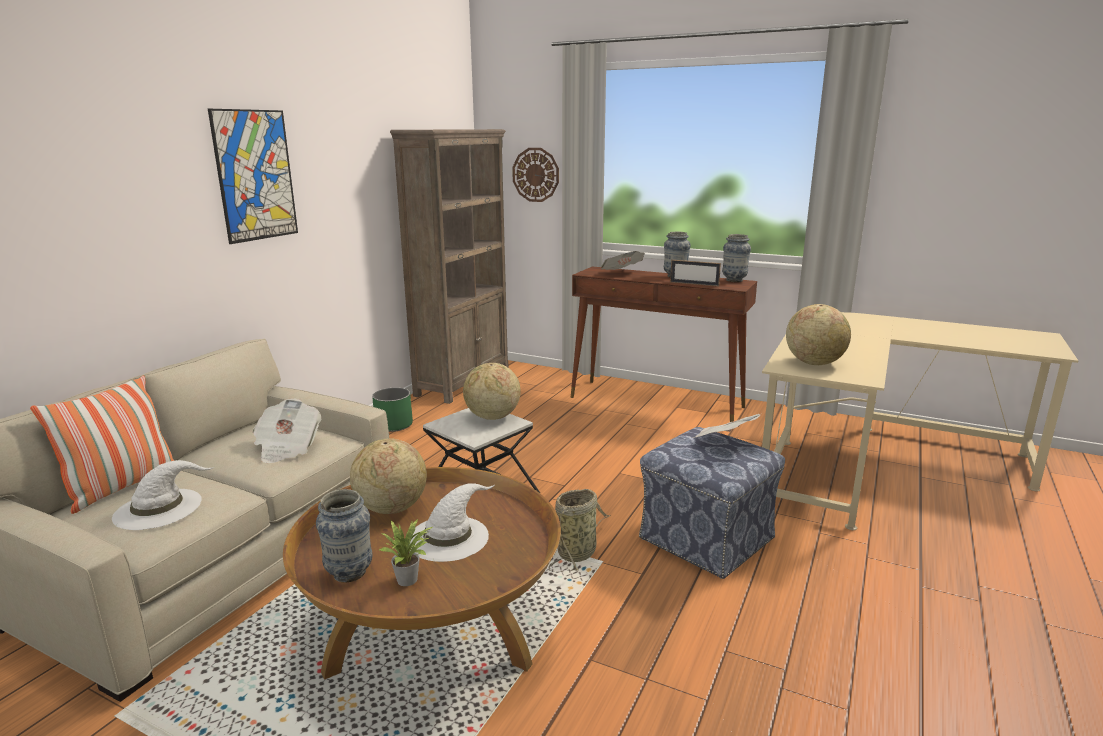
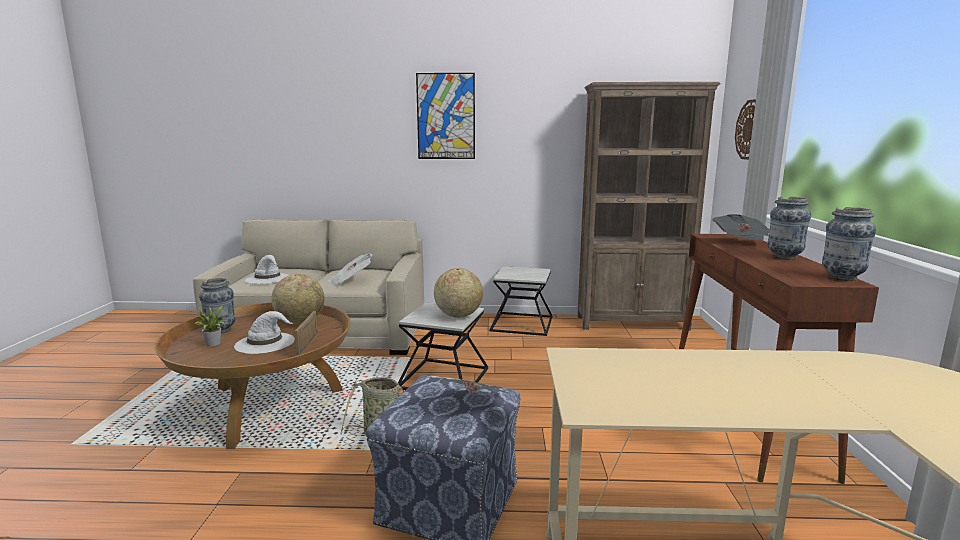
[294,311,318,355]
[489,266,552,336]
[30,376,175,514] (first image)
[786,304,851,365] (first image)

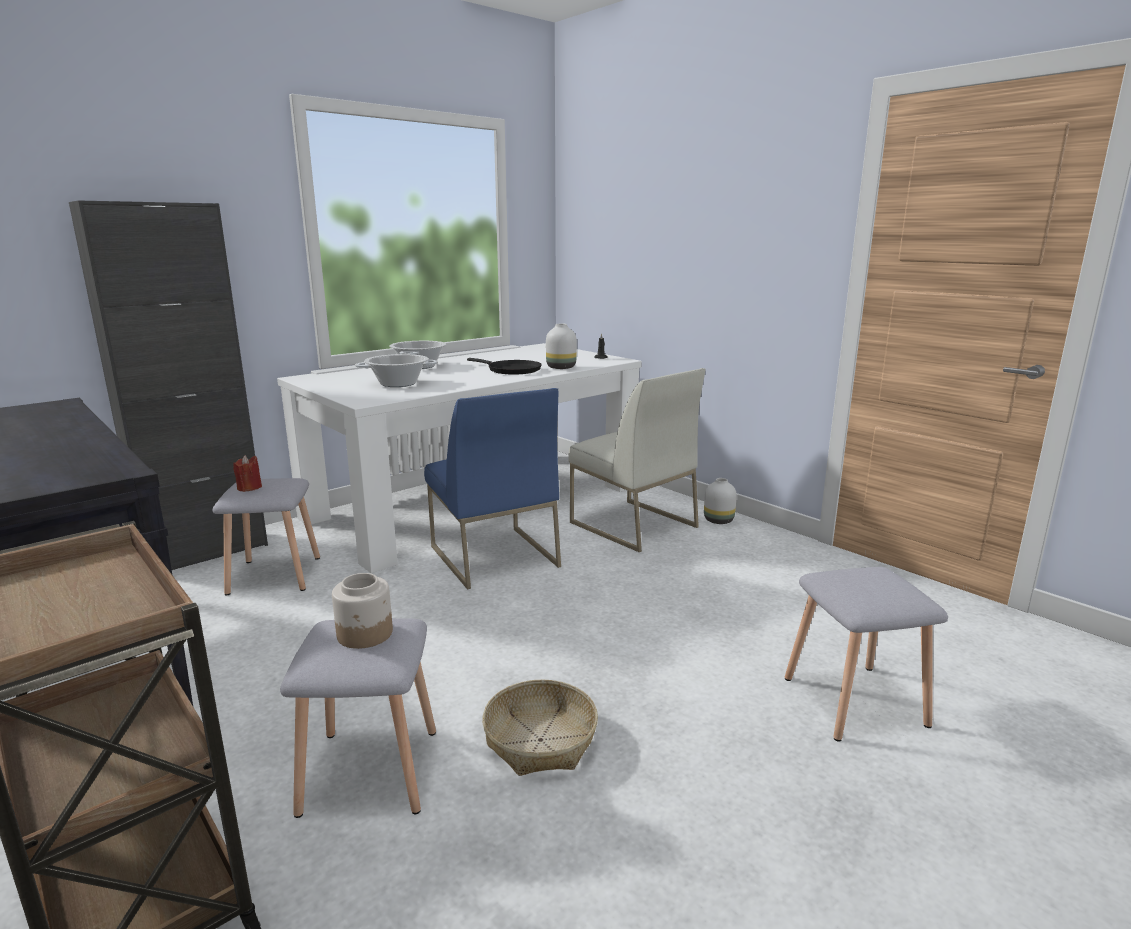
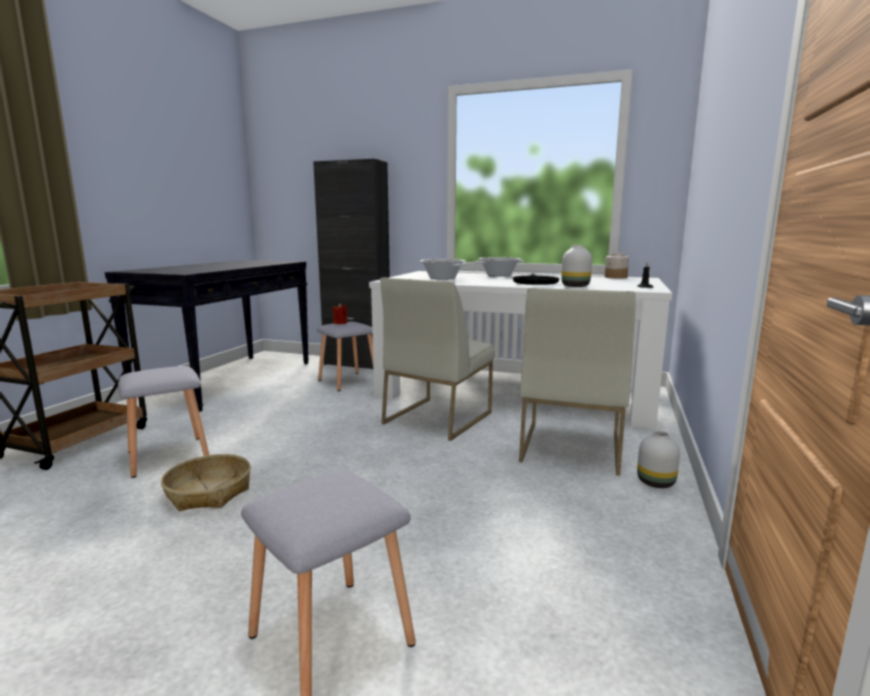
[380,277,495,441]
[604,253,629,279]

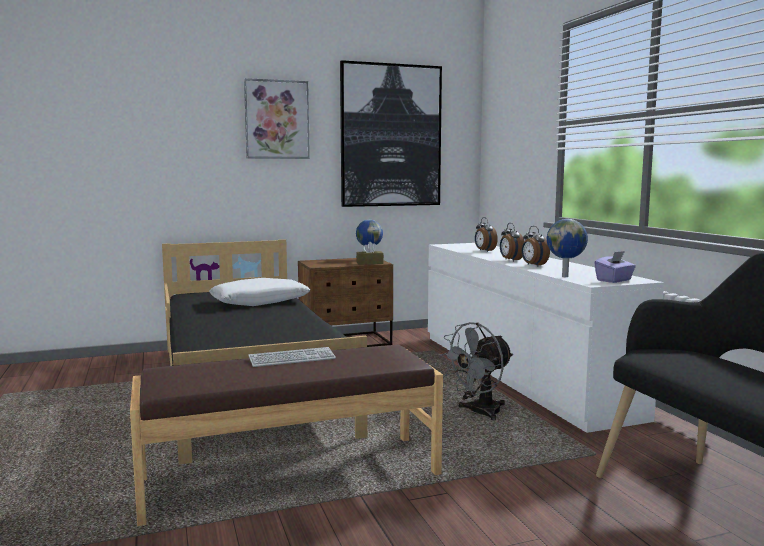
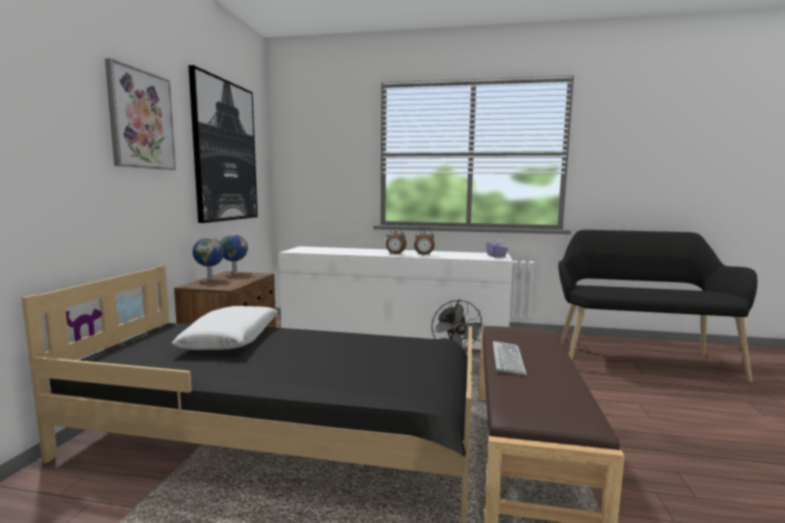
[193,237,224,280]
[356,242,384,265] (first image)
[475,217,498,252] (first image)

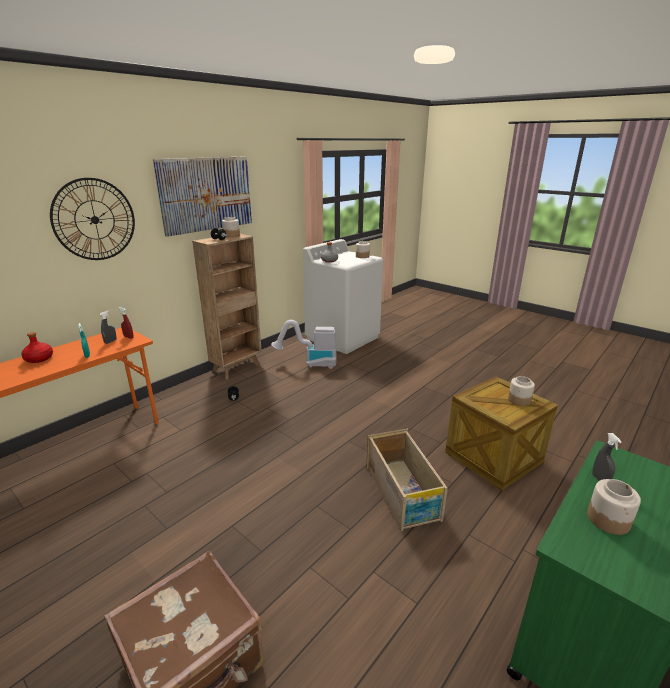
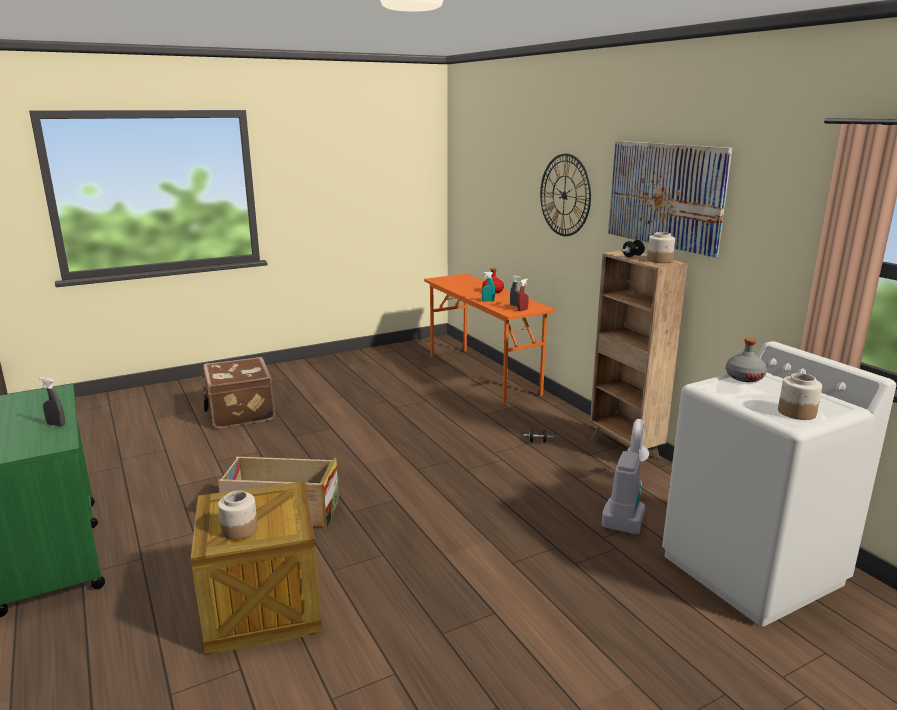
[587,479,641,535] (first image)

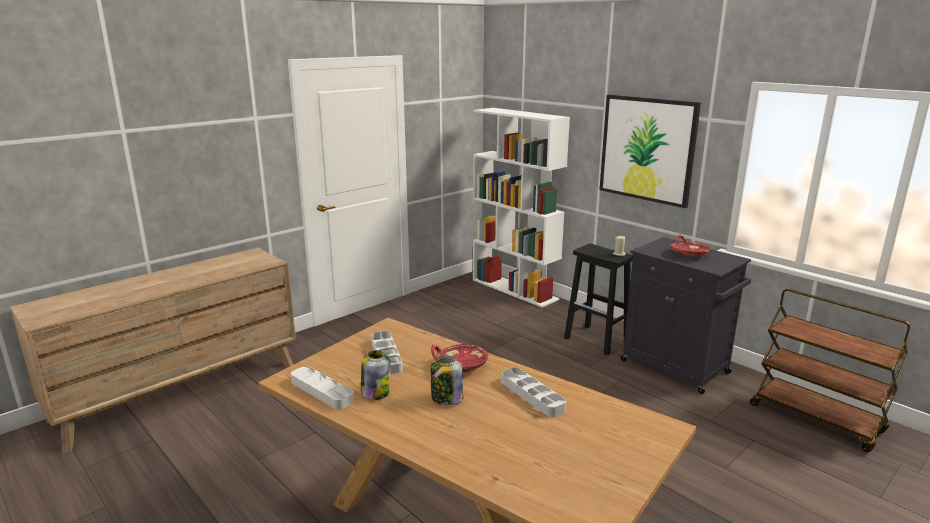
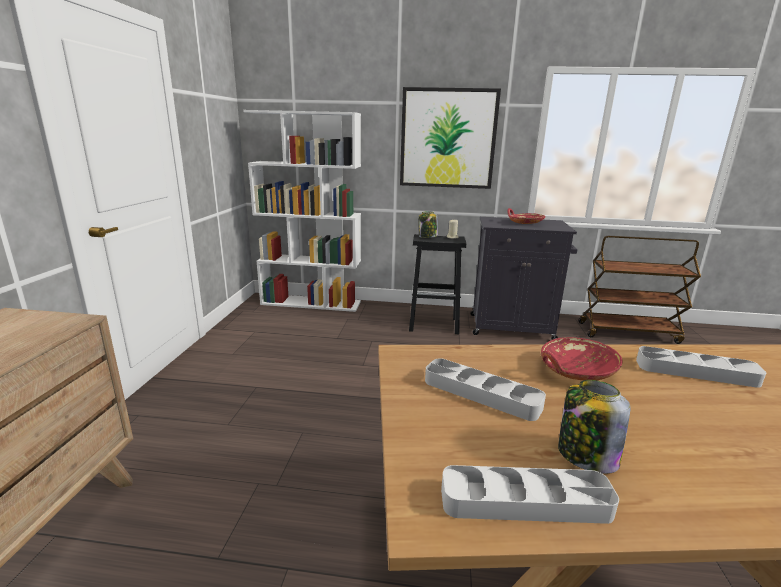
[419,211,438,238]

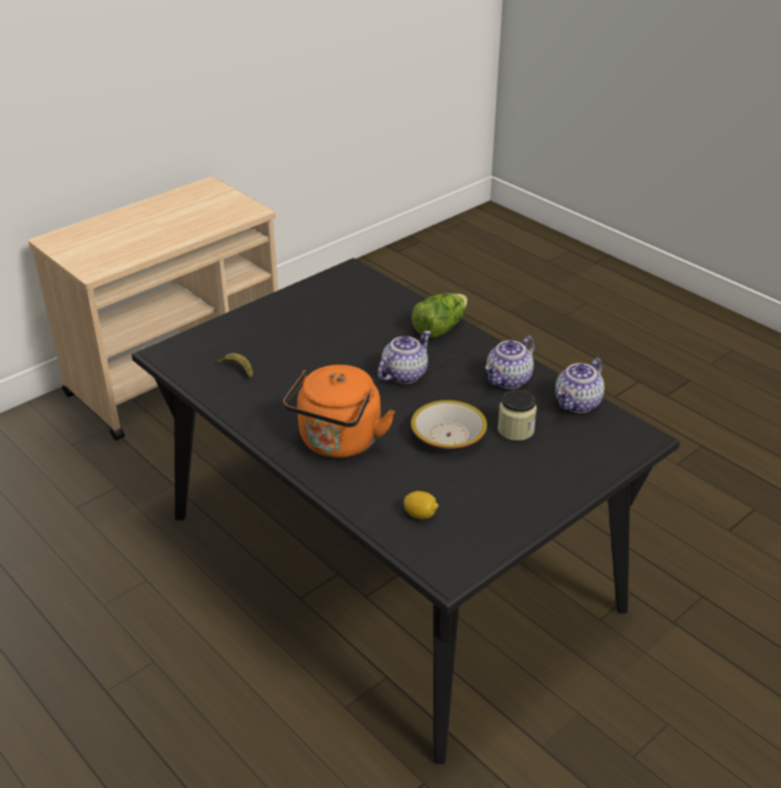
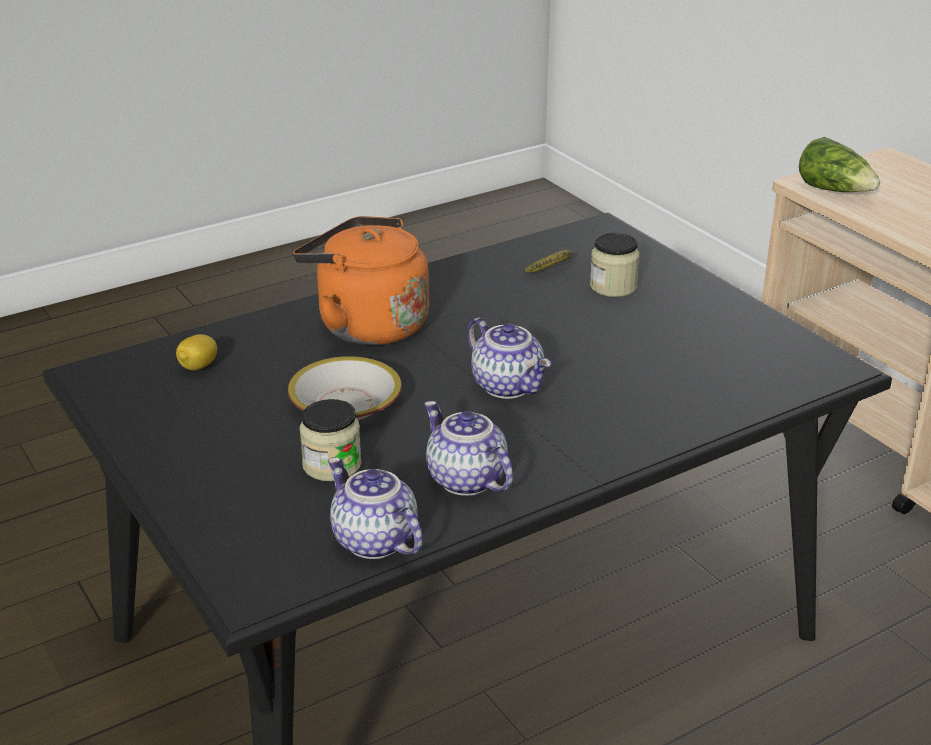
[590,233,639,297]
[799,137,880,192]

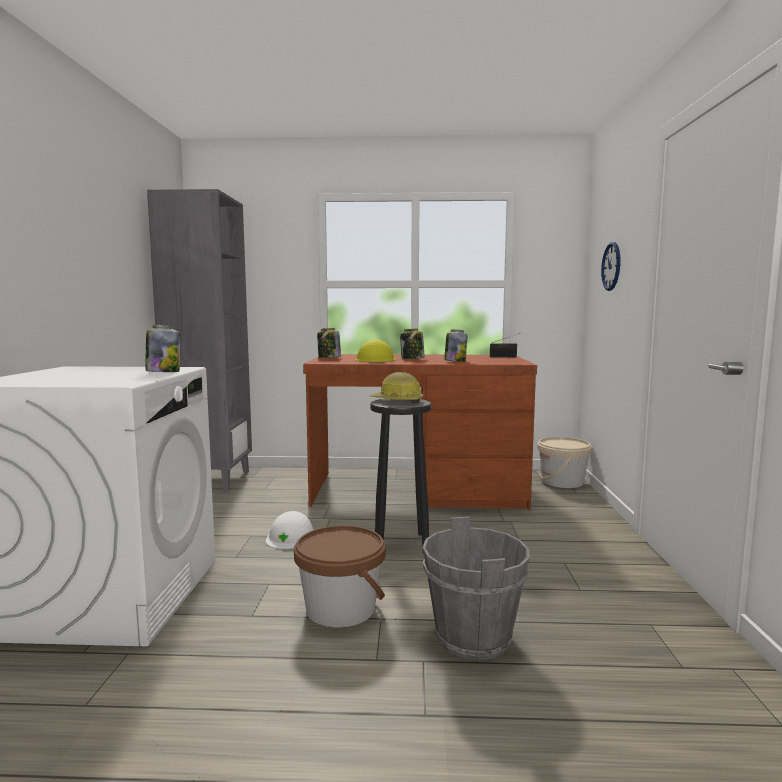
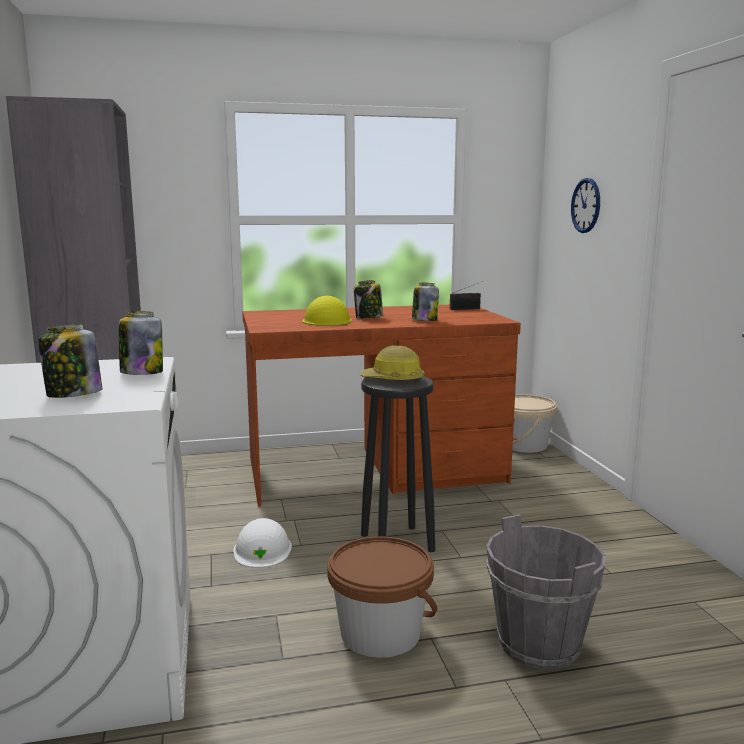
[38,324,102,398]

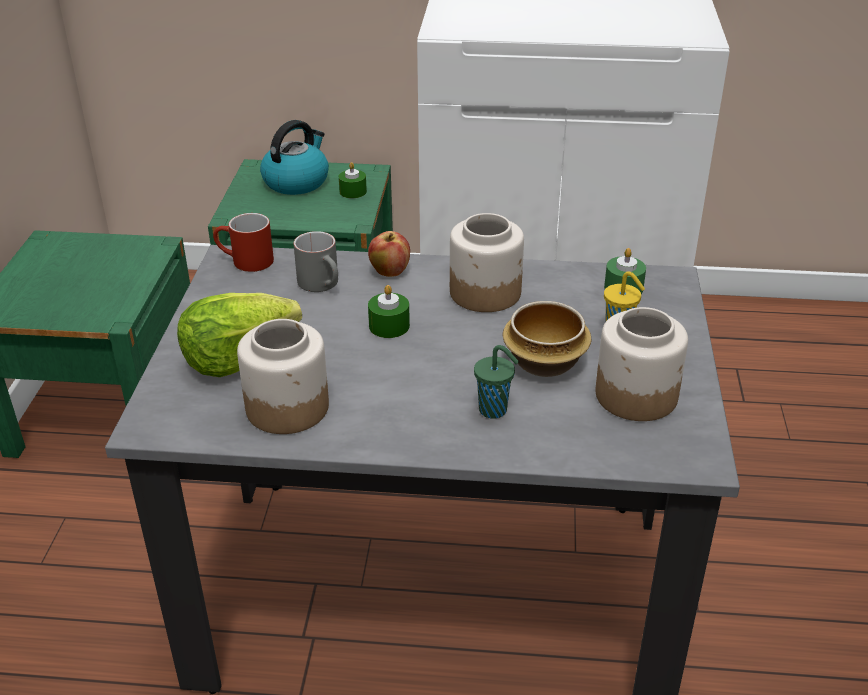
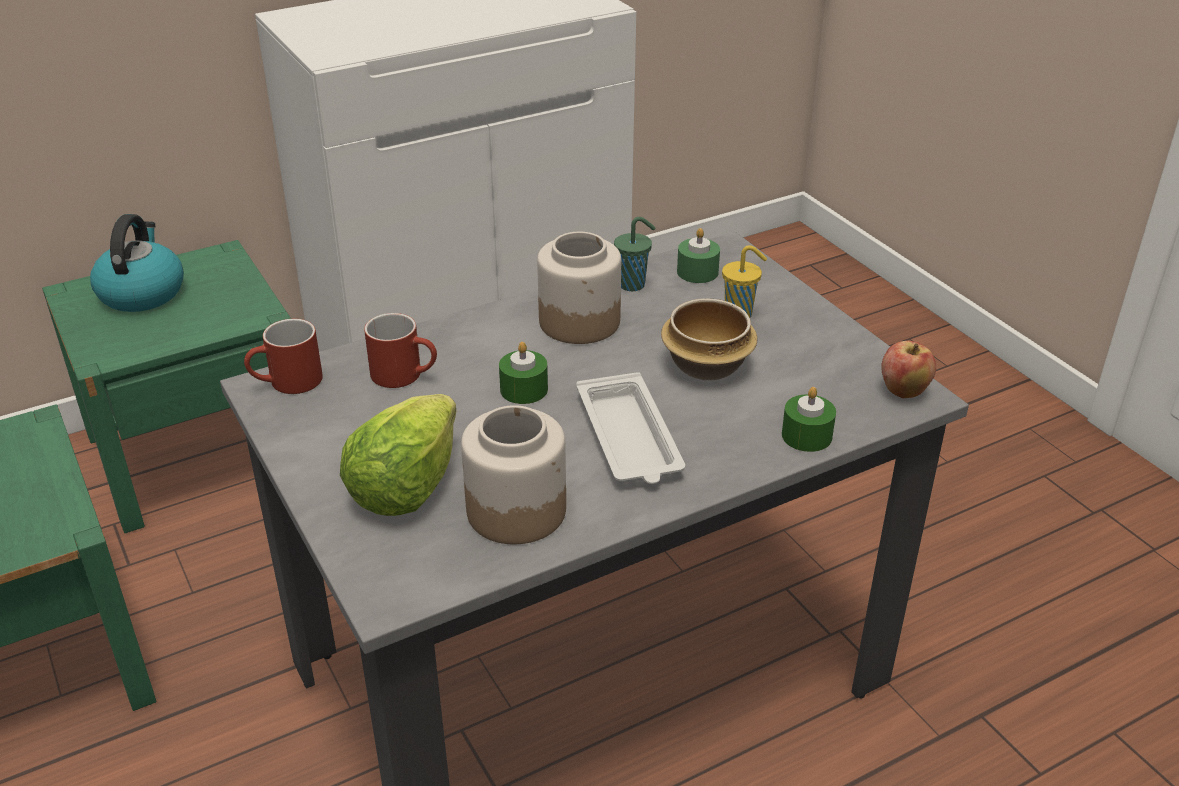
[364,313,437,388]
[577,372,685,484]
[614,217,656,291]
[782,387,836,452]
[881,341,936,398]
[596,307,688,421] (first image)

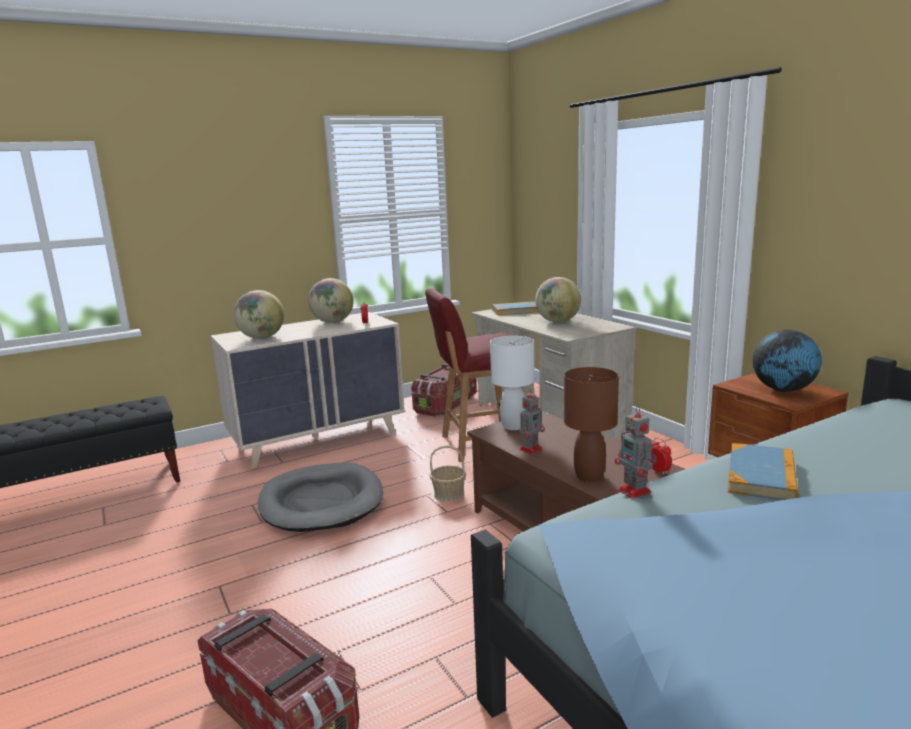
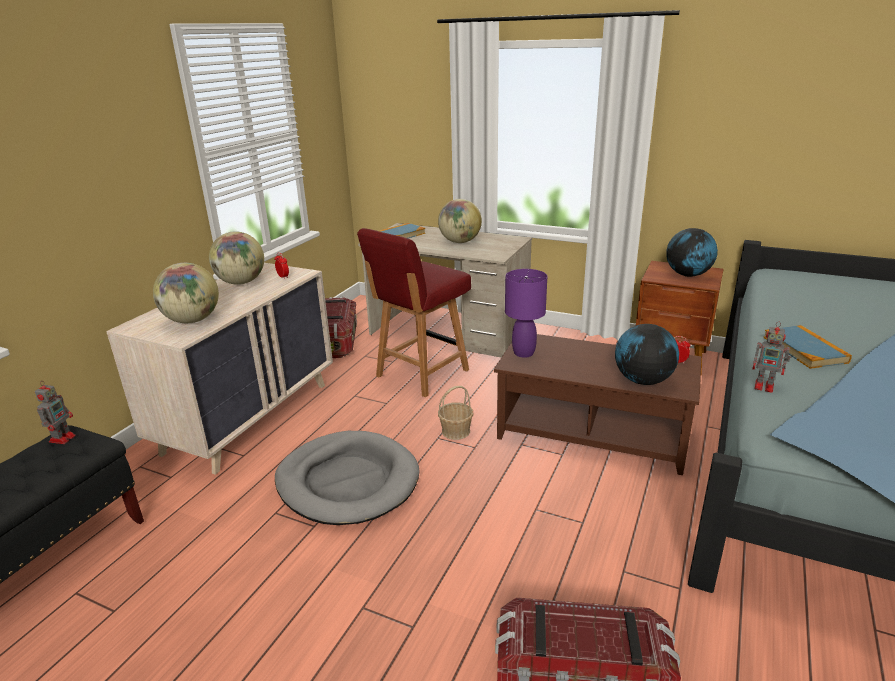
[35,381,76,444]
[505,269,547,358]
[615,324,679,385]

